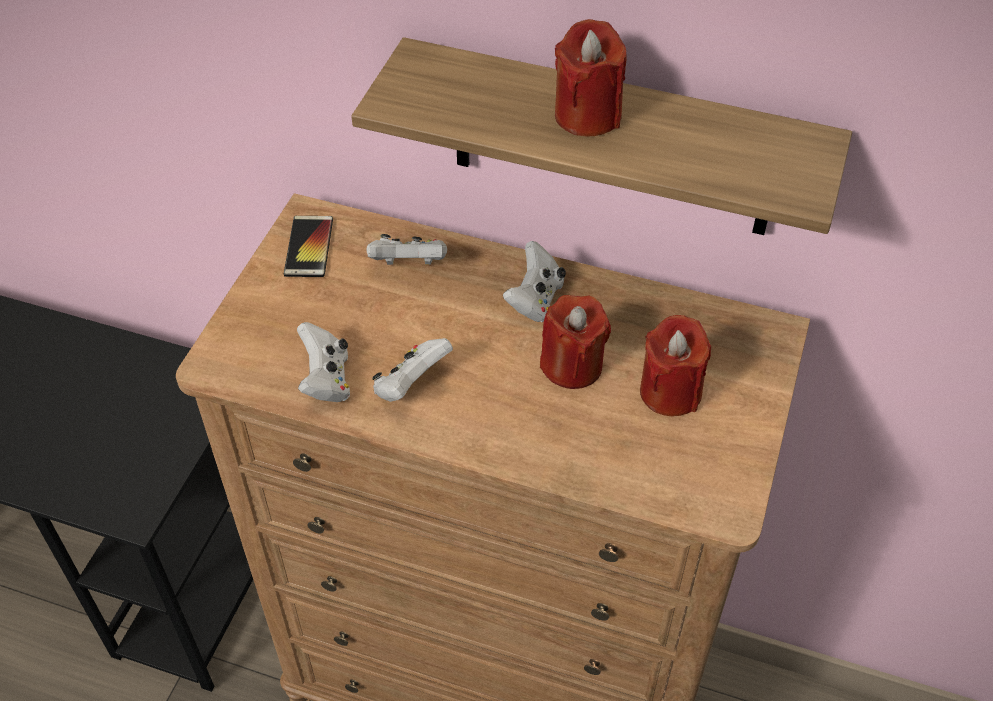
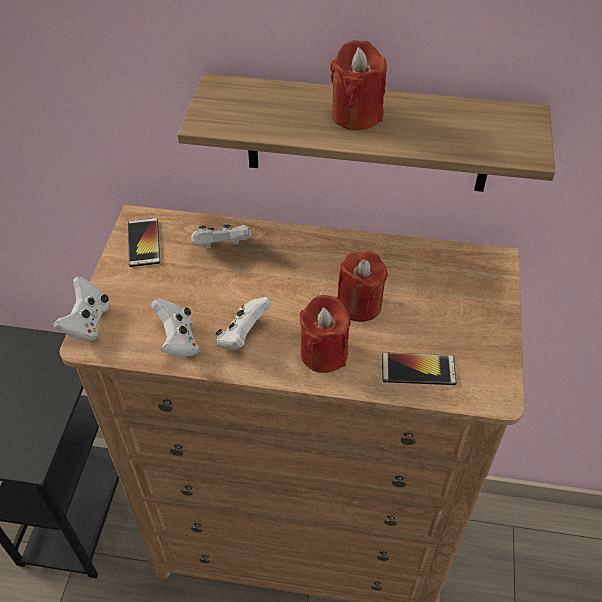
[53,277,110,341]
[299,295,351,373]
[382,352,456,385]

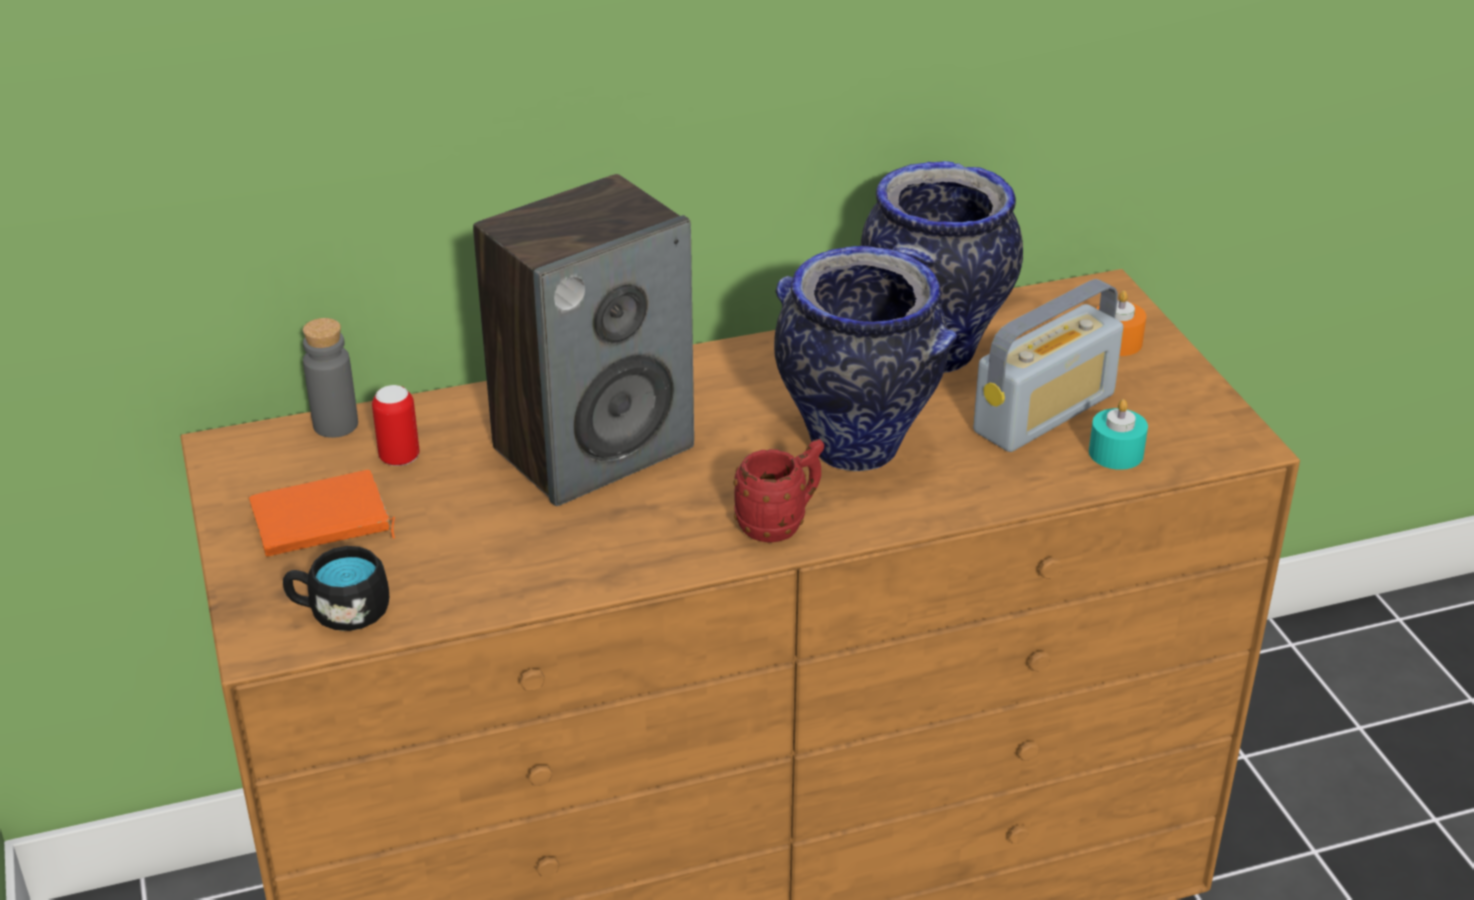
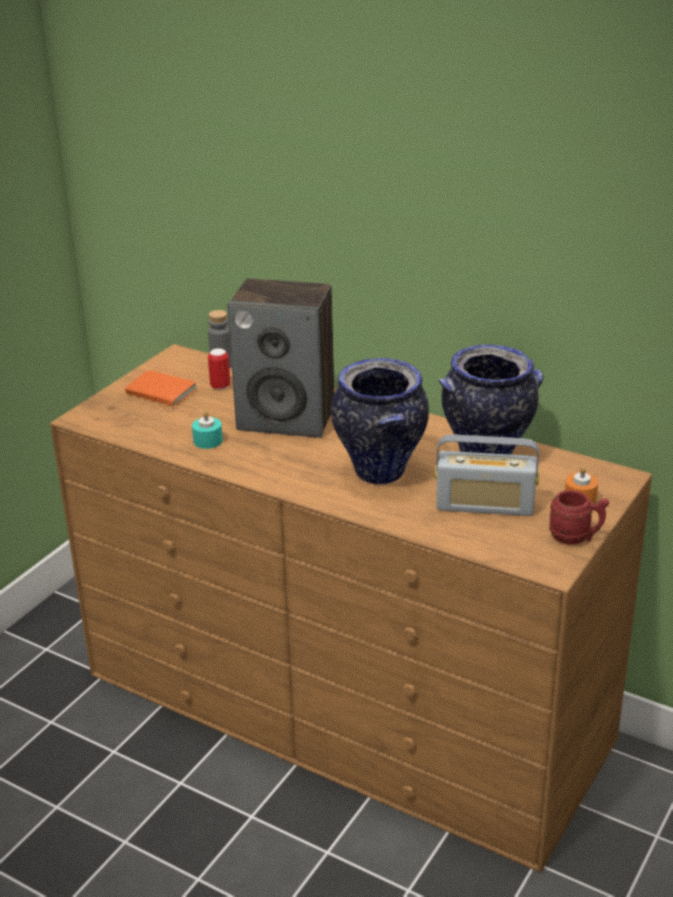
[192,410,223,449]
[549,490,609,544]
[283,546,389,631] (first image)

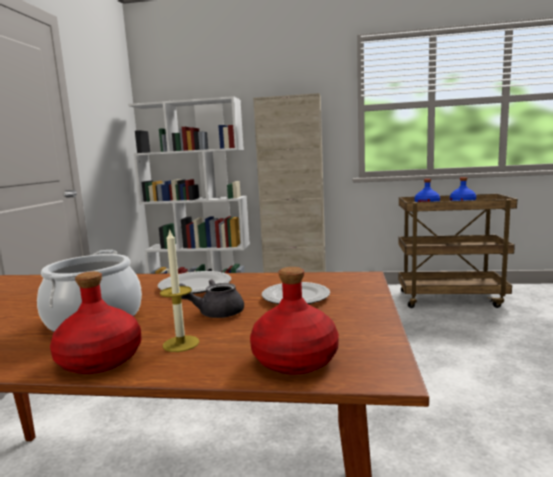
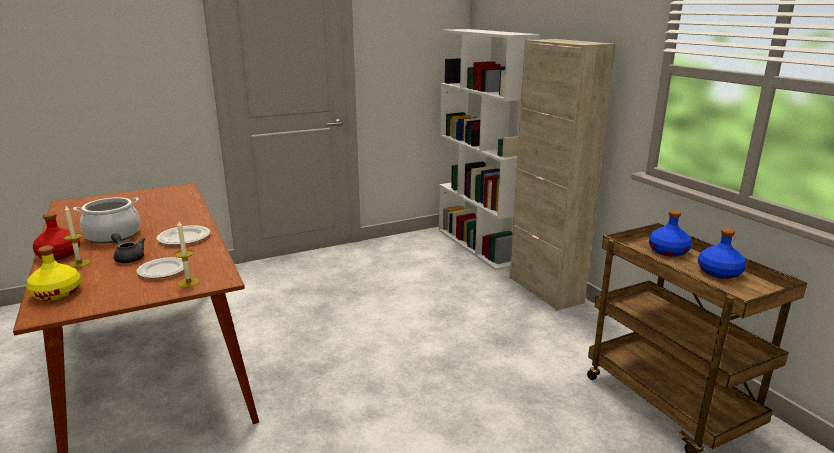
[26,245,81,301]
[175,221,200,288]

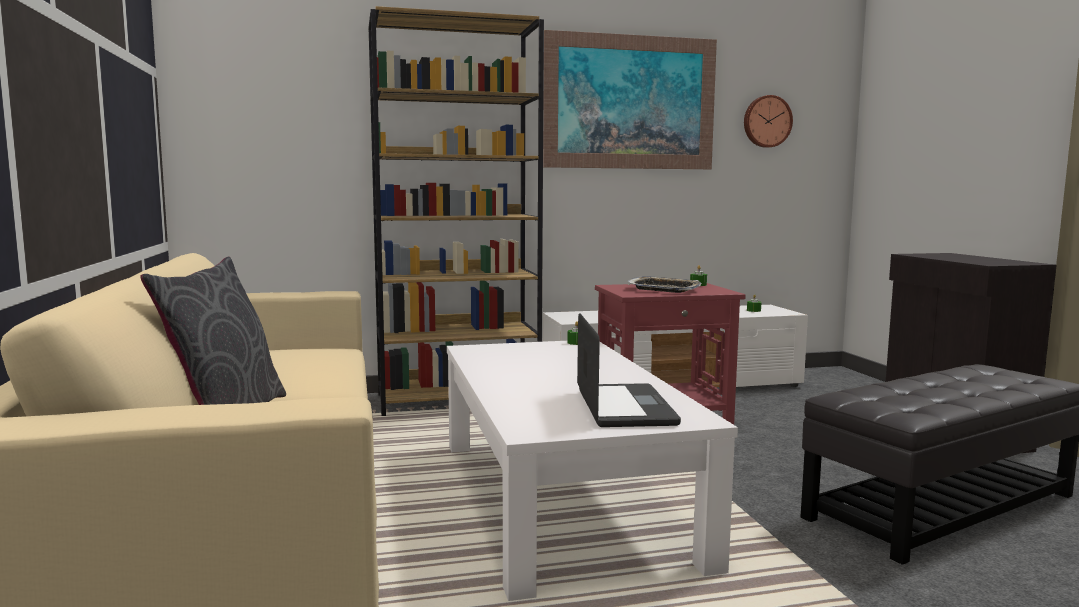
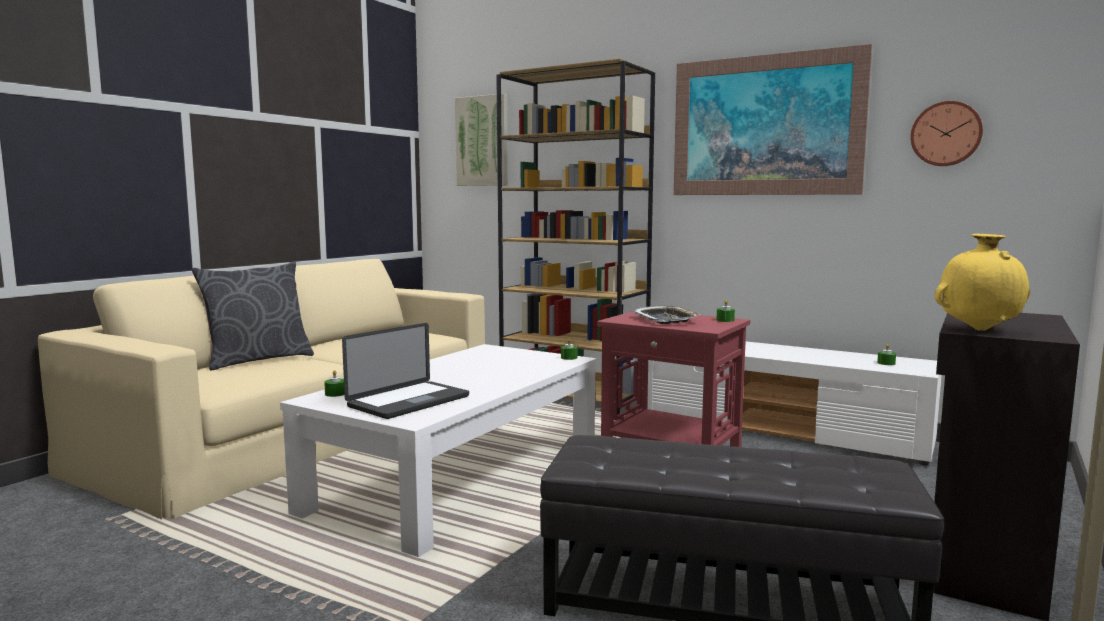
[324,370,344,397]
[455,93,508,186]
[935,234,1030,331]

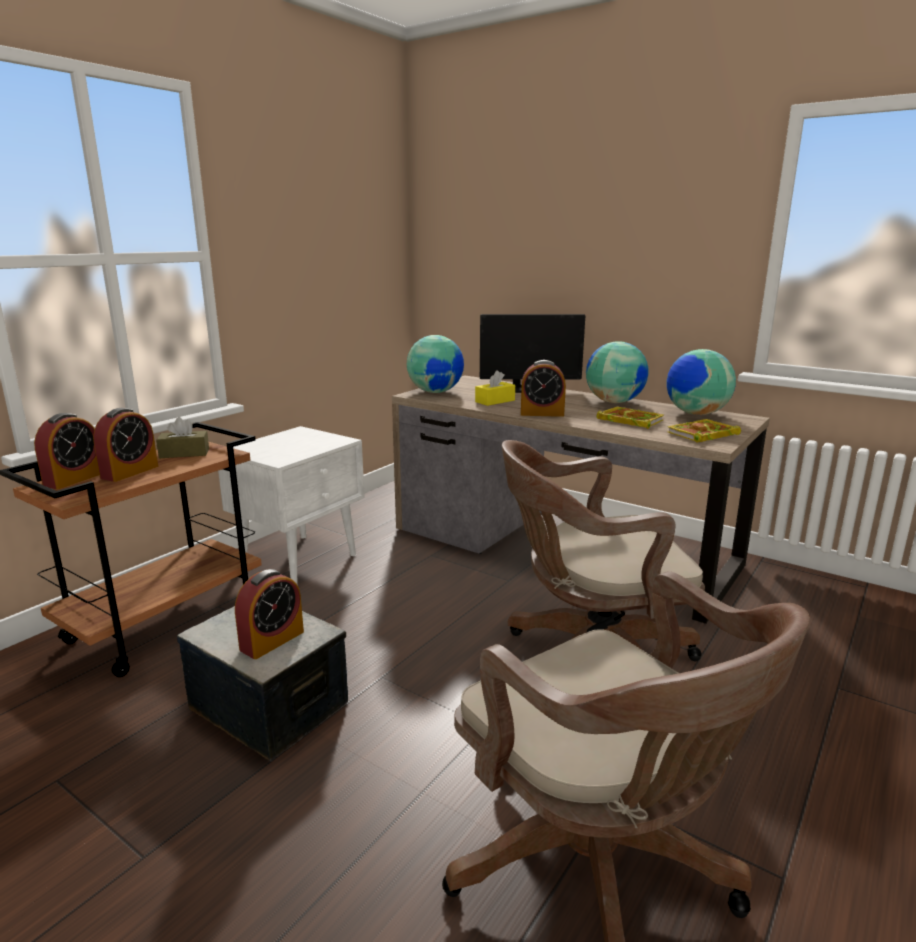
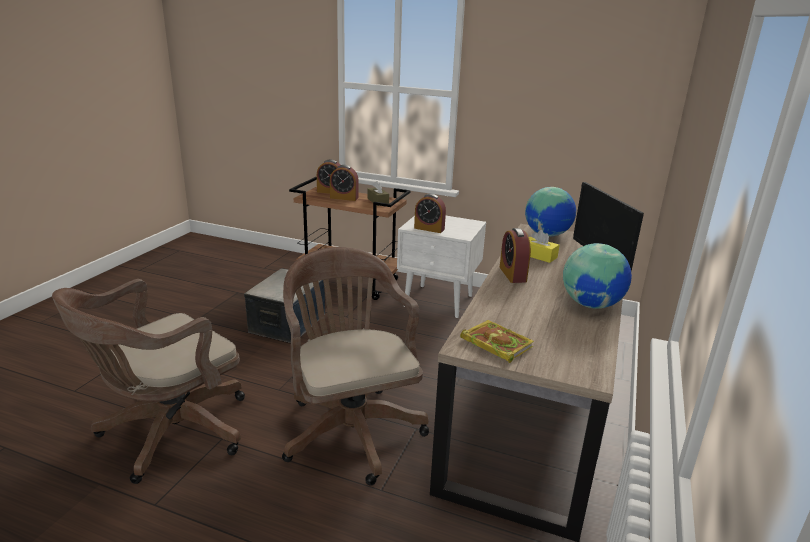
[414,194,446,233]
[597,406,664,429] (first image)
[667,349,736,415] (first image)

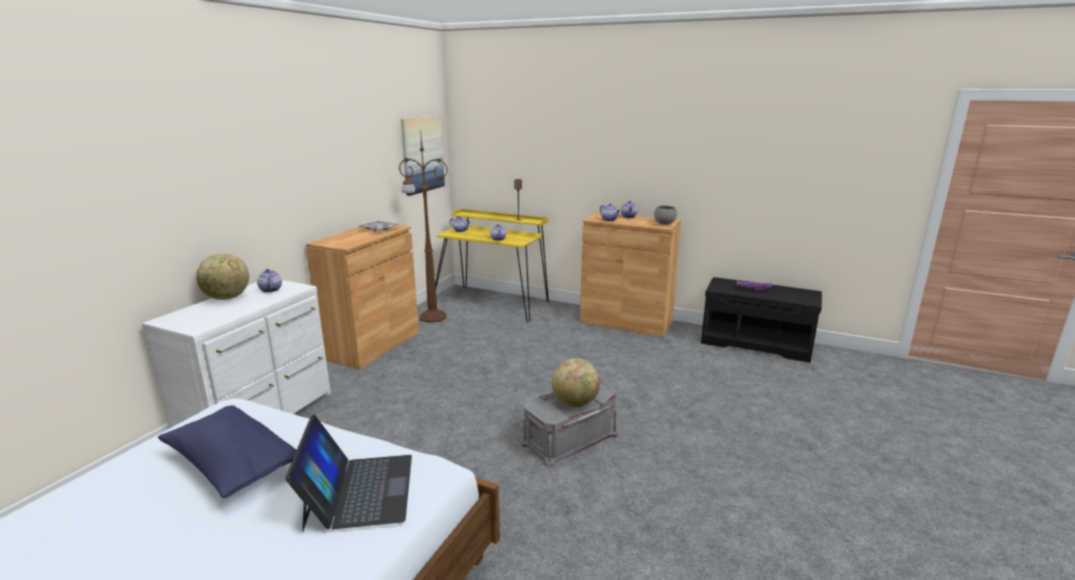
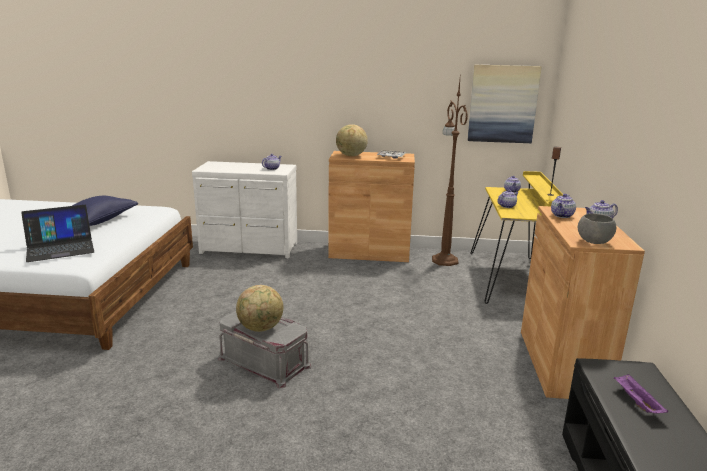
[336,124,368,156]

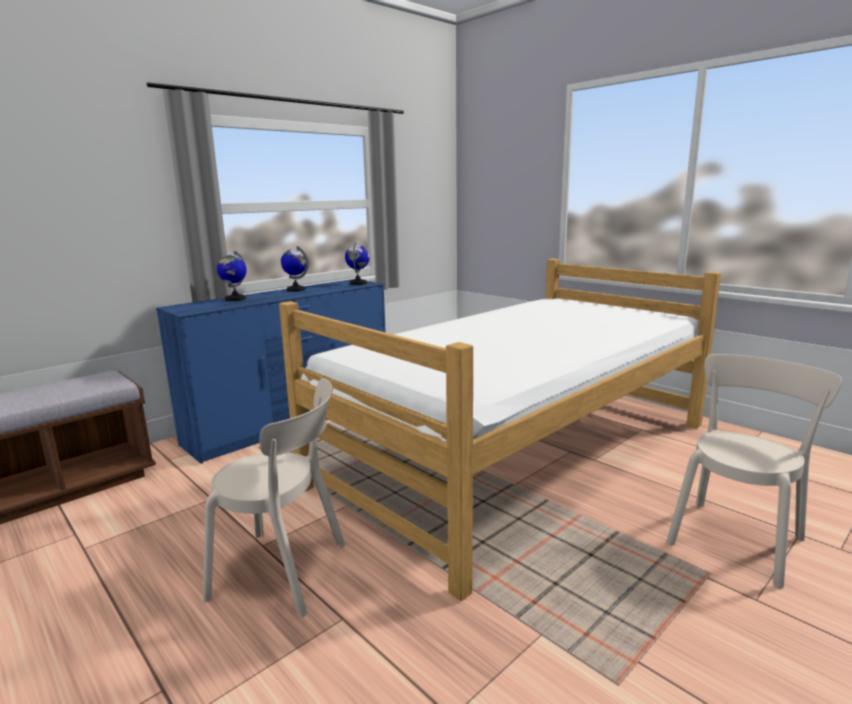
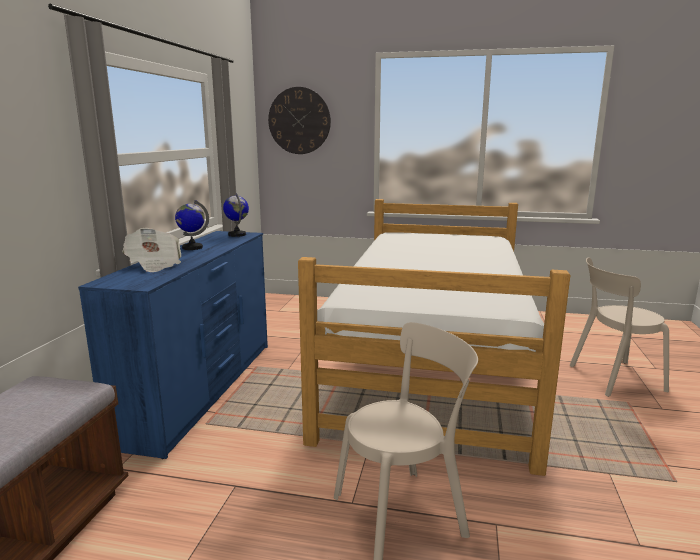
[122,228,181,272]
[268,87,331,154]
[569,257,669,397]

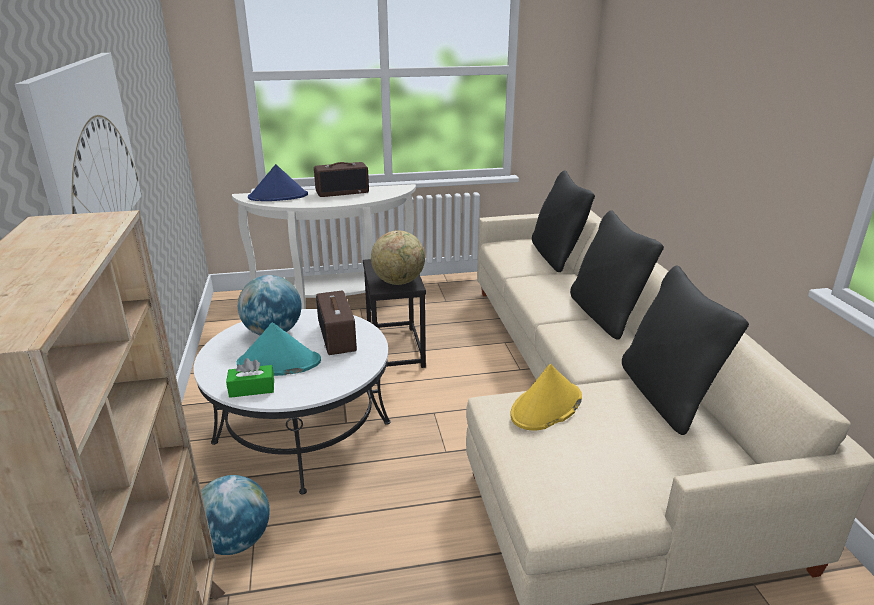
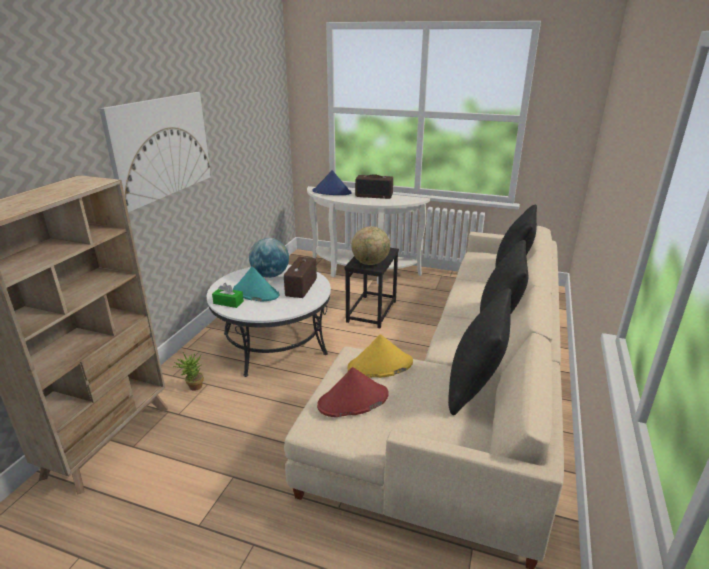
[173,352,204,391]
[317,367,389,417]

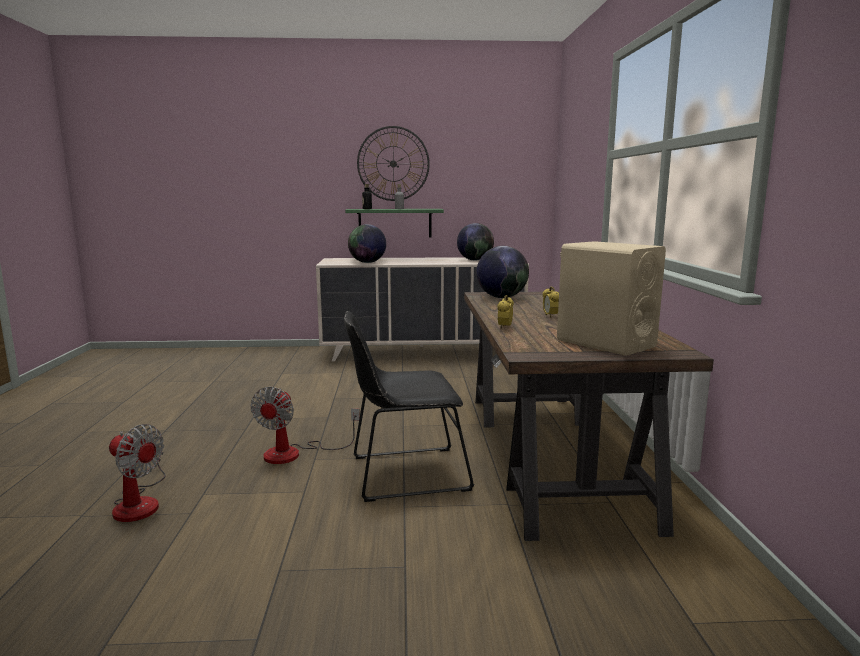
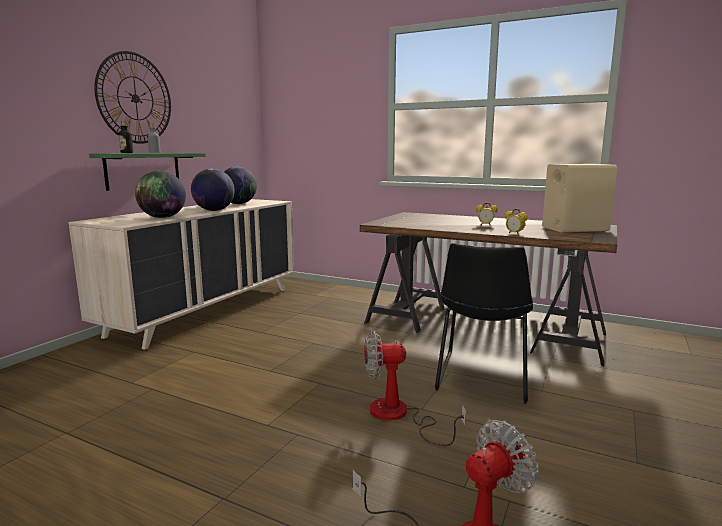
[191,169,235,211]
[364,331,466,446]

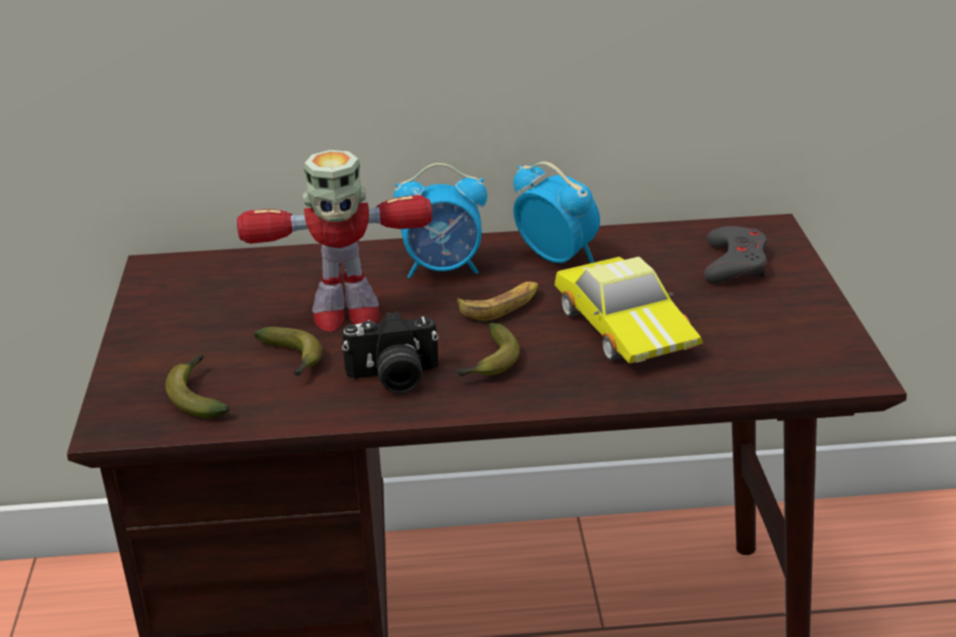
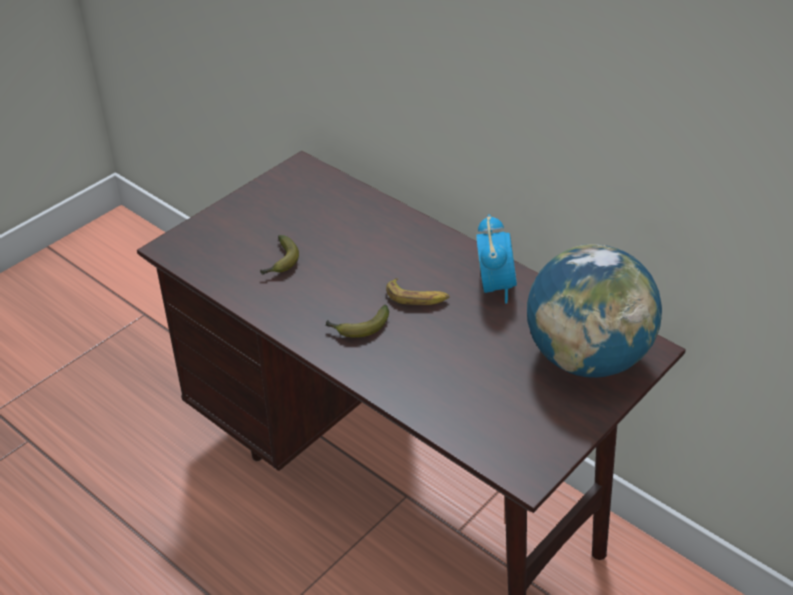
[527,244,662,378]
[165,355,230,418] (first image)
[237,150,432,332] (first image)
[342,311,438,394] (first image)
[393,163,487,278] (first image)
[554,257,703,363] (first image)

